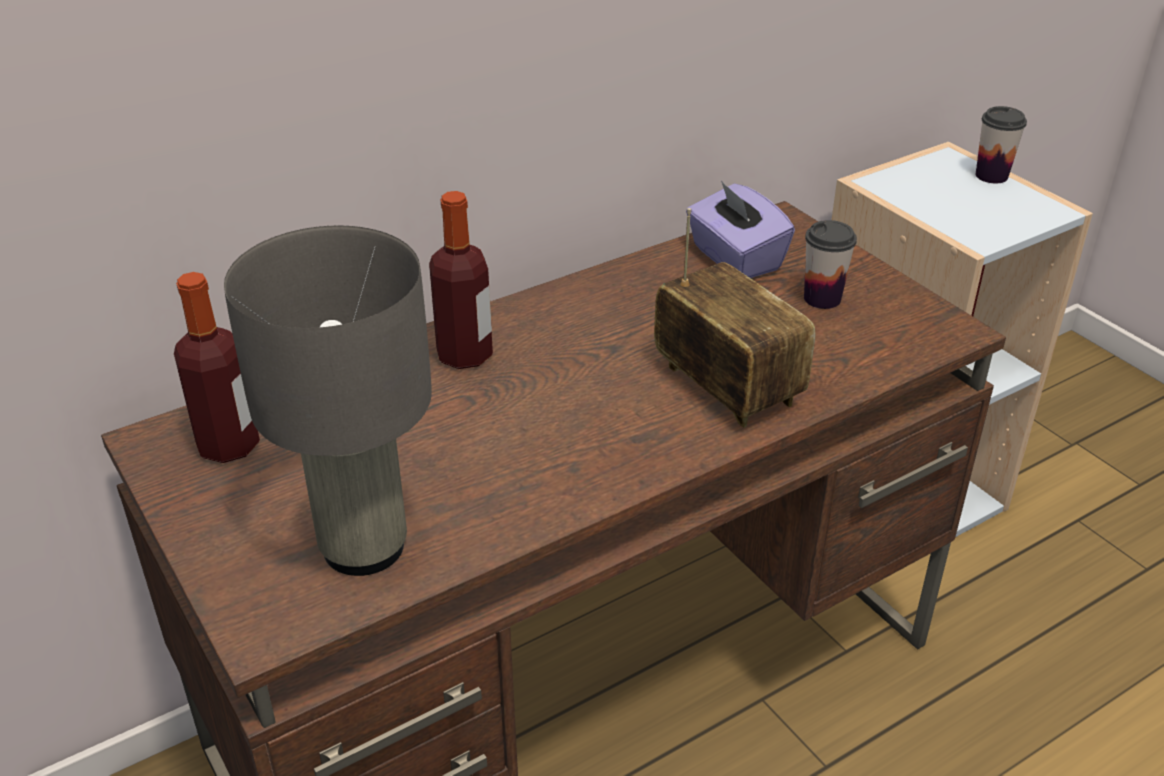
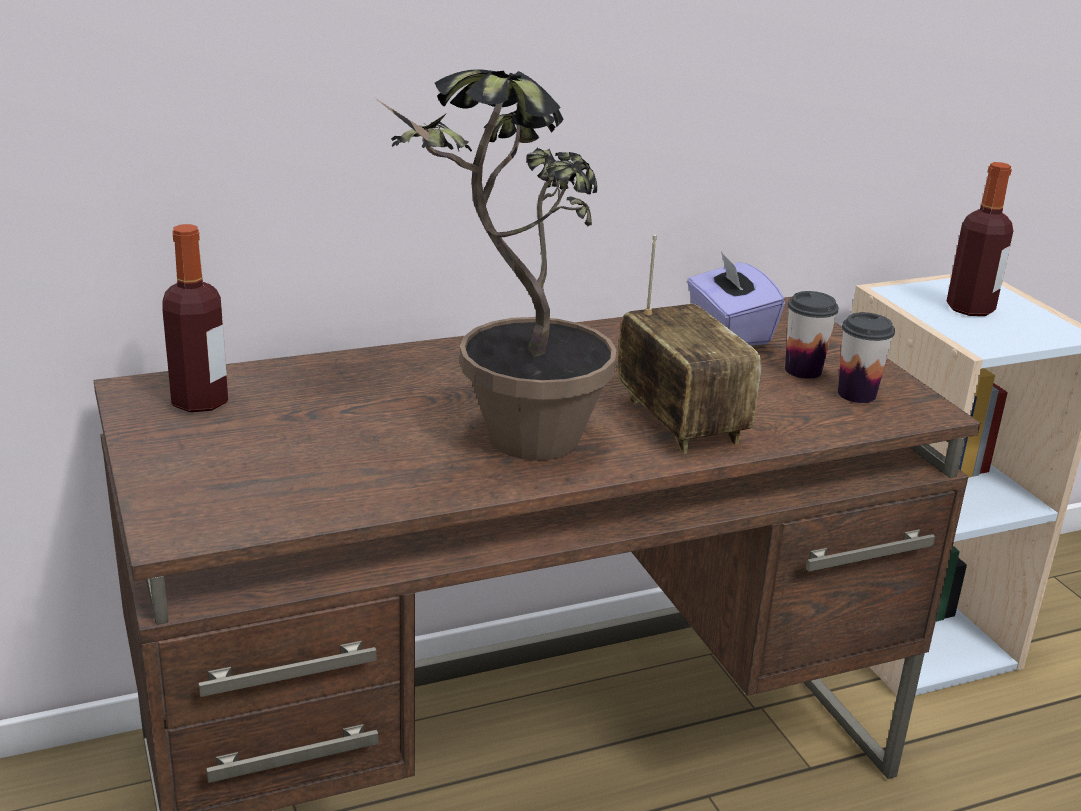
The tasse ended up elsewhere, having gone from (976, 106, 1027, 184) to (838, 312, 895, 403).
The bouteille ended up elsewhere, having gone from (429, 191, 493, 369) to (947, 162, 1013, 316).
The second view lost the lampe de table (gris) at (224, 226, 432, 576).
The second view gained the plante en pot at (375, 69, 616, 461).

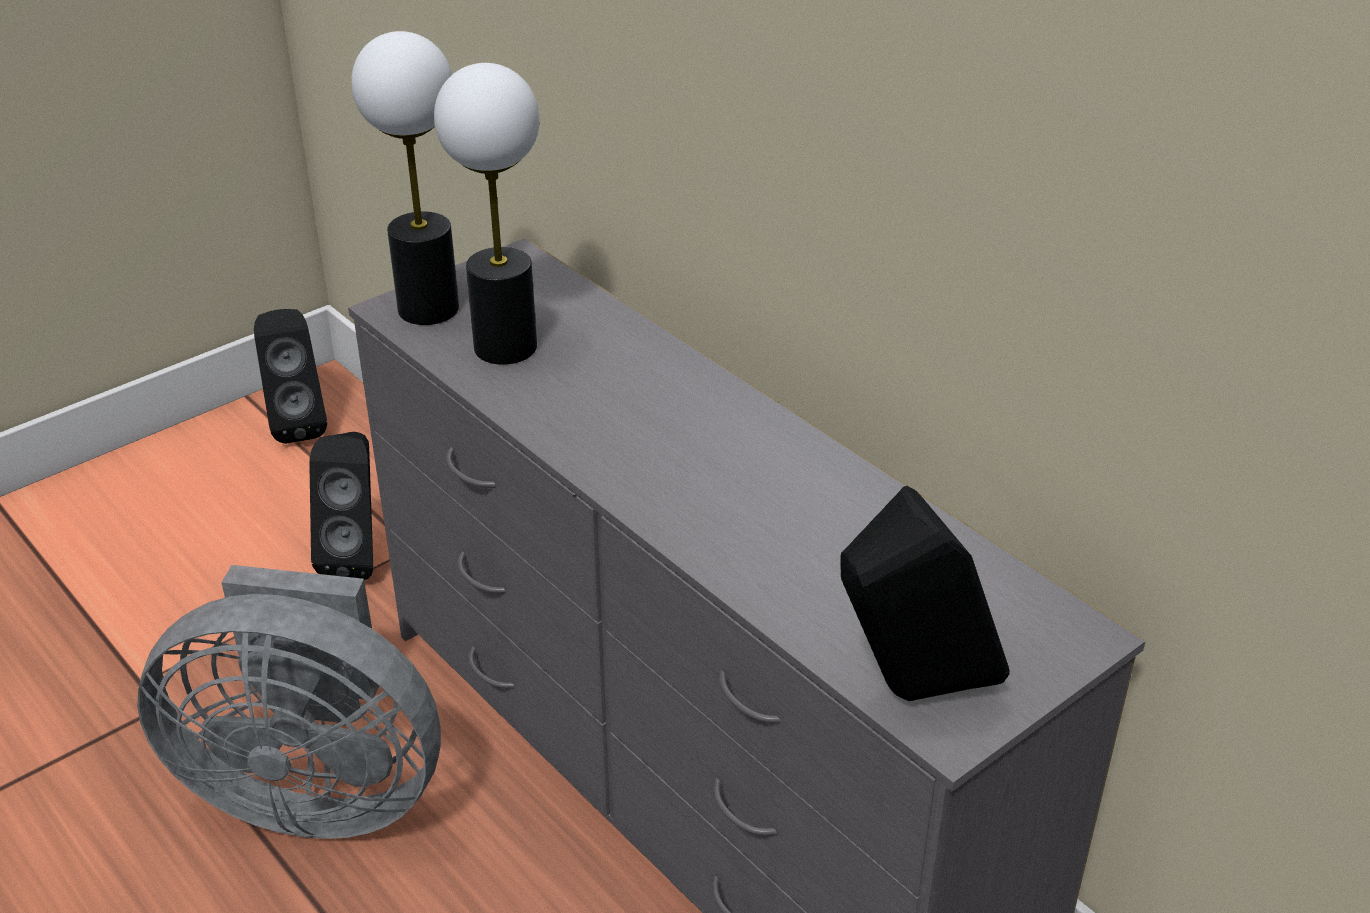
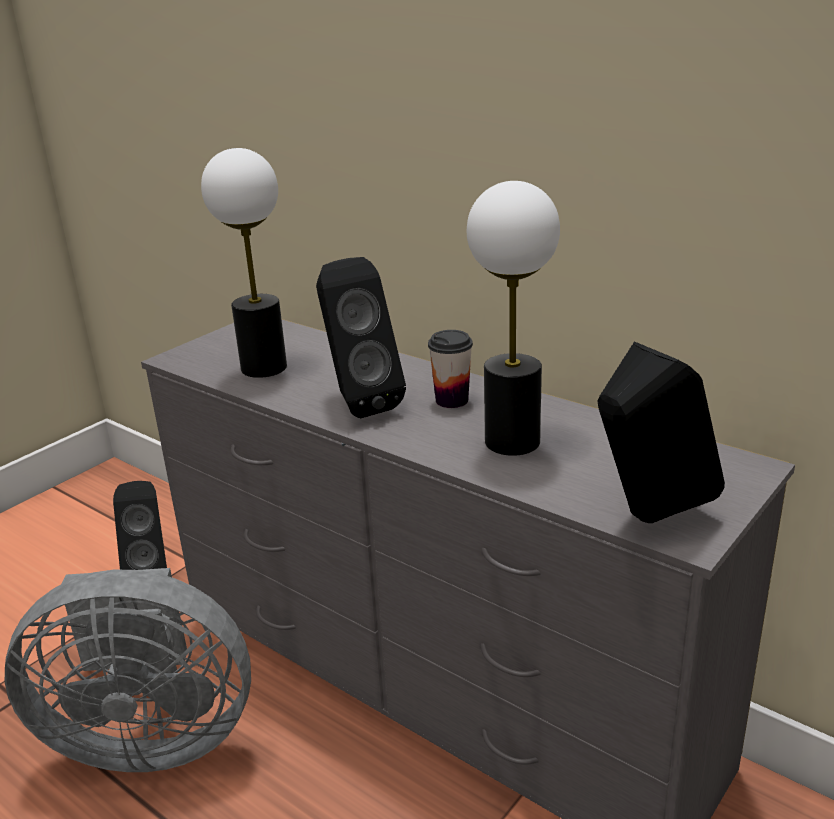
The lampe de table ended up elsewhere, having gone from (351, 31, 459, 325) to (467, 181, 560, 456).
The enceinte (noir) ended up elsewhere, having gone from (254, 309, 327, 444) to (316, 257, 406, 418).
The second view gained the tasse at (428, 330, 473, 408).

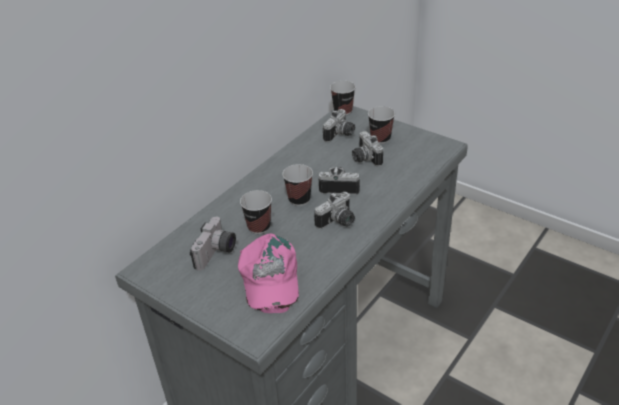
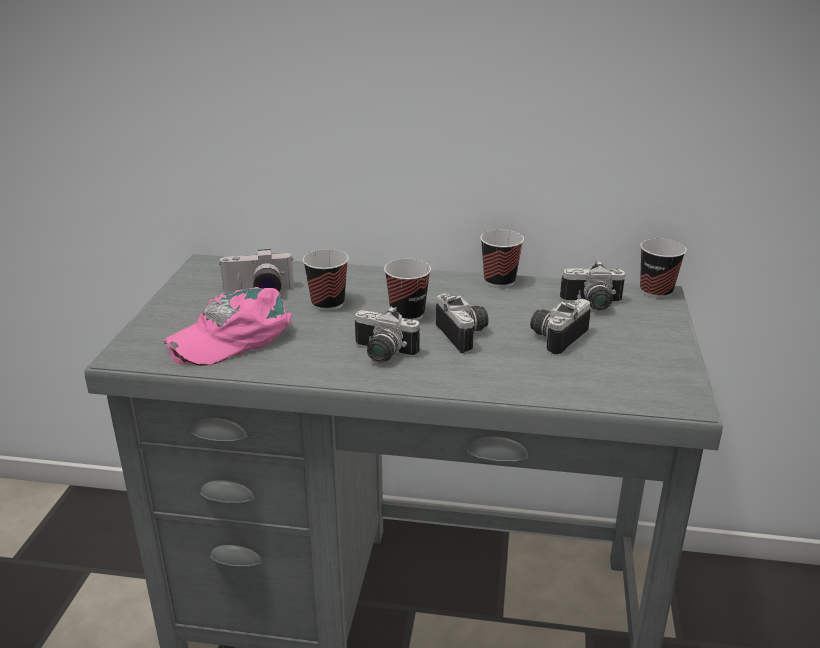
The tasse ended up elsewhere, having gone from (368, 106, 395, 144) to (480, 230, 524, 288).

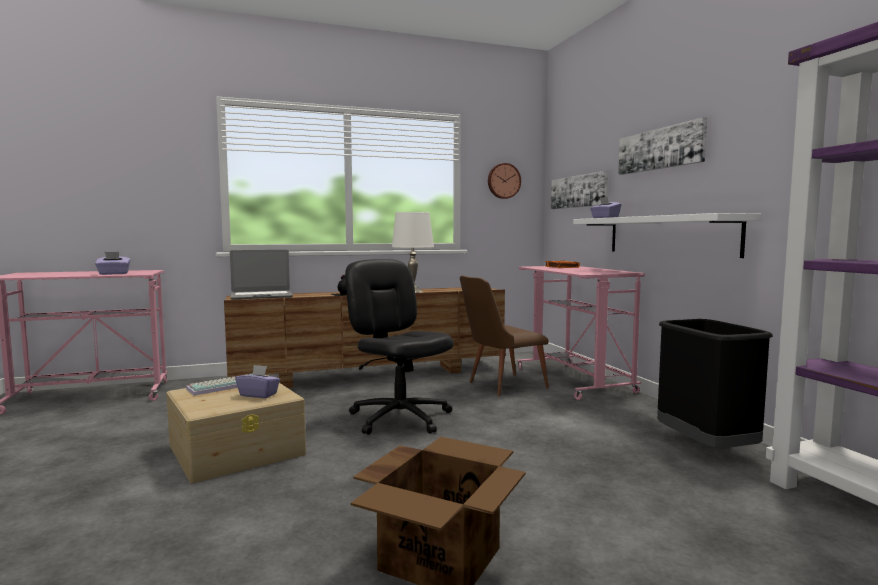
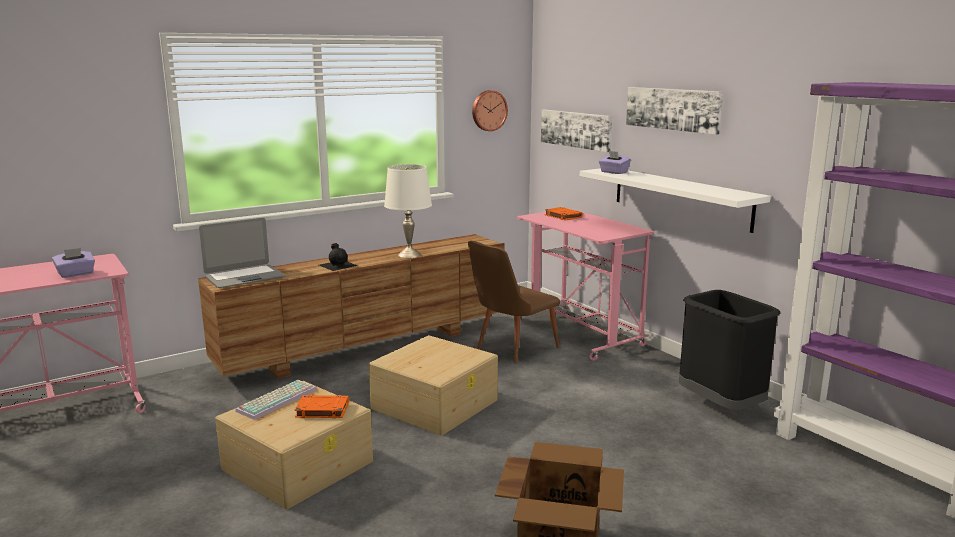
Where the chaise de bureau (noir) stood at (345, 259, 454, 435), the boîte de rangement (beige) came to stand at (368, 335, 498, 436).
Where the boîte à mouchoirs (violet) stood at (235, 365, 280, 398), the livre (orange) came to stand at (295, 395, 349, 418).

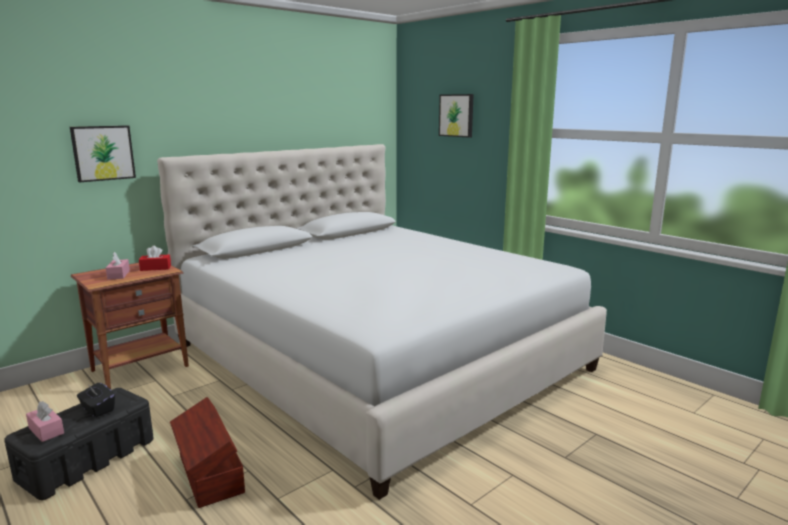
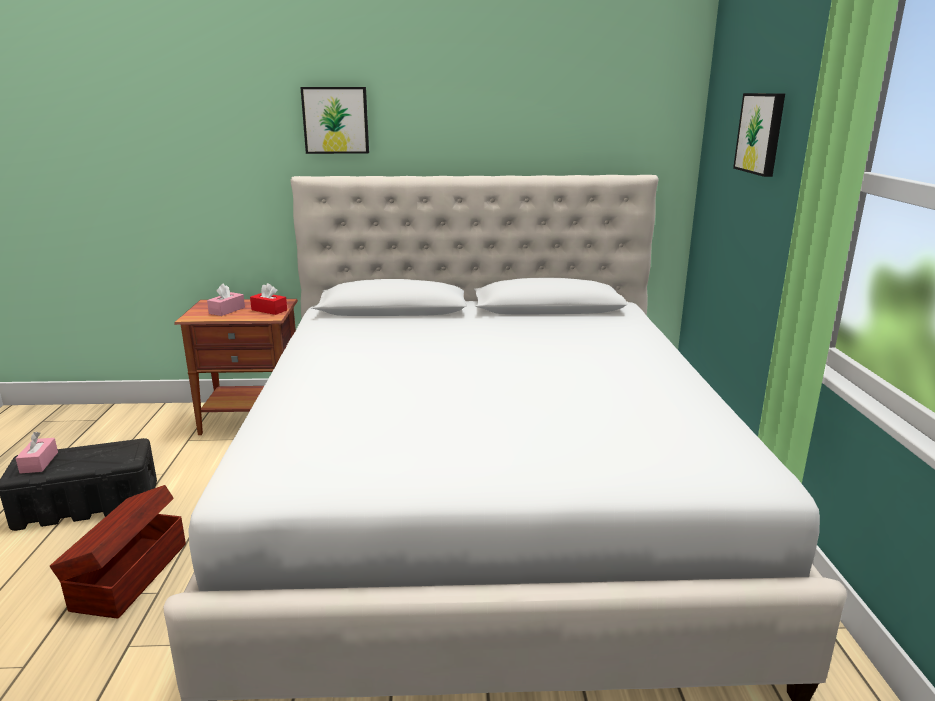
The tableau ended up elsewhere, having gone from (70, 125, 136, 182) to (300, 87, 369, 154).
The second view lost the boîte à mouchoirs (noir) at (77, 383, 115, 417).

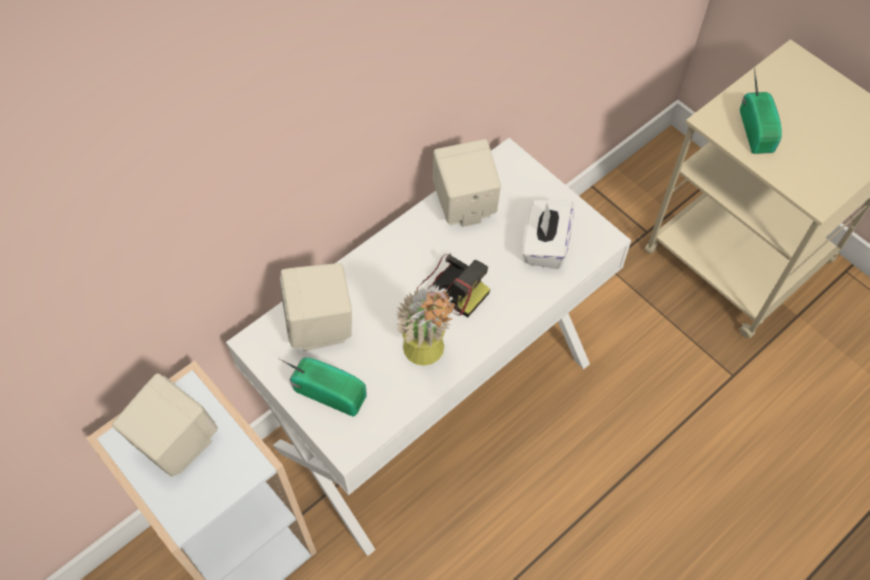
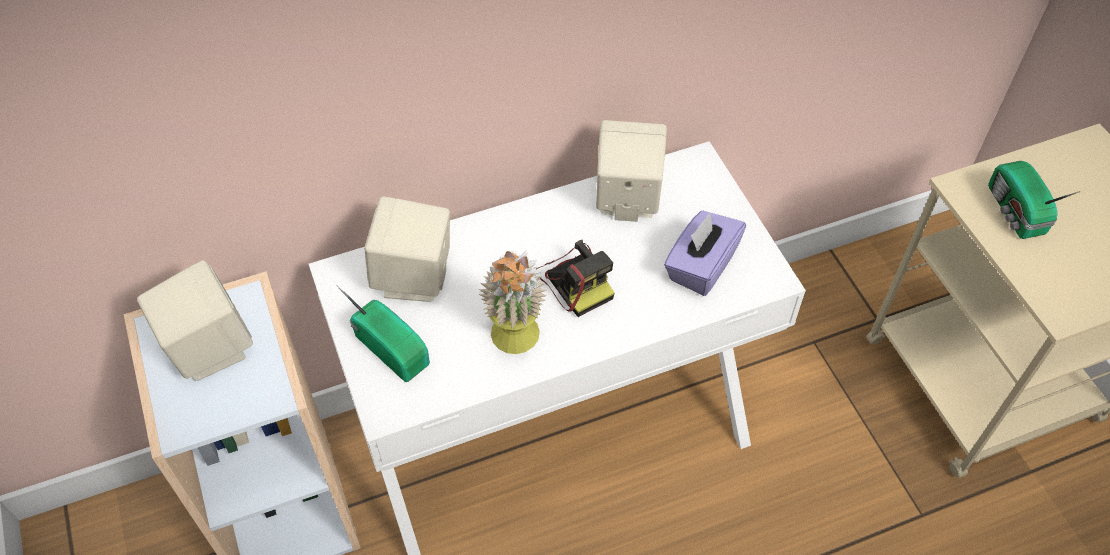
The radio at (740, 65, 782, 154) ended up facing another way, 150 degrees clockwise from before.
What was the boîte à mouchoirs (blanc) at (523, 200, 574, 269) turned into the boîte à mouchoirs (violet) at (664, 211, 746, 296).

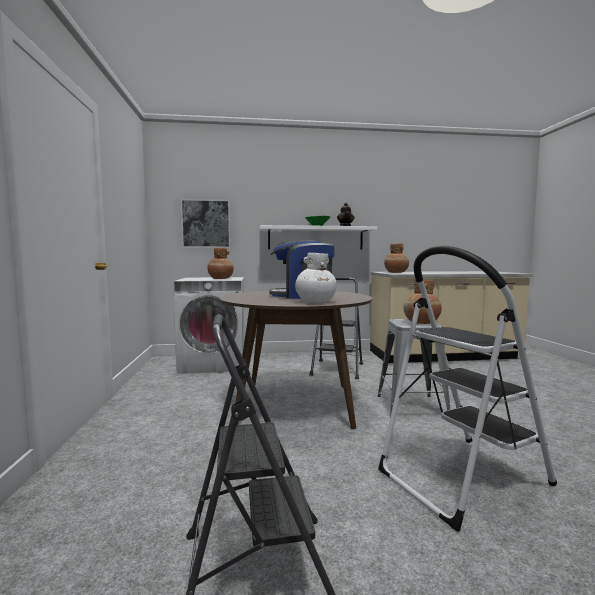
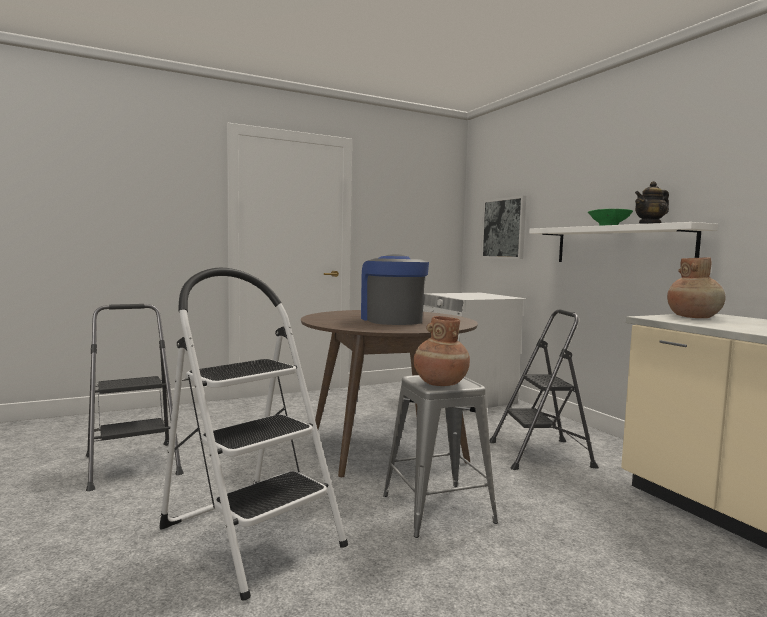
The second view lost the vase (marron) at (207, 248, 234, 279).
The second view lost the vase (blanc) at (295, 253, 337, 303).

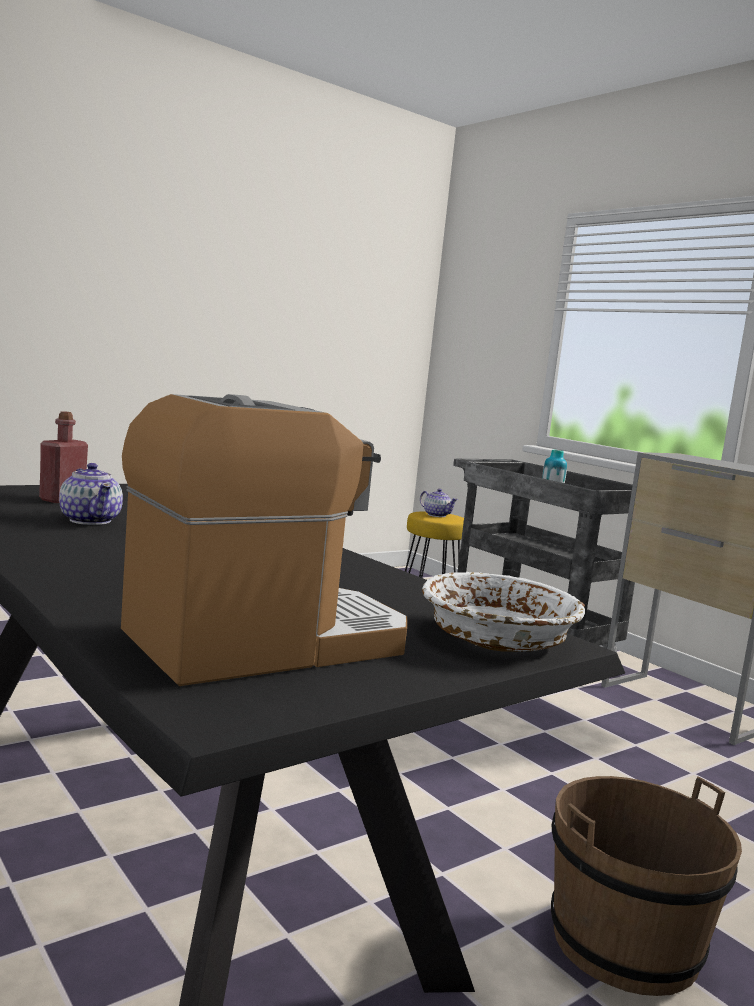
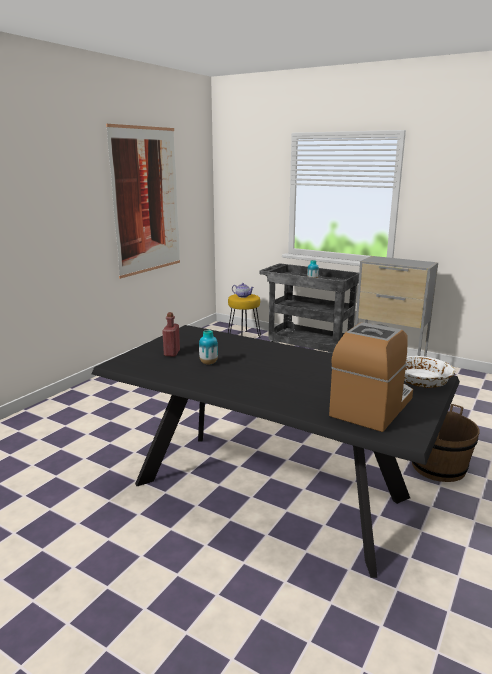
Where the théière stood at (59, 463, 123, 525), the vase came to stand at (199, 330, 218, 364).
The second view gained the tableau at (106, 124, 180, 279).

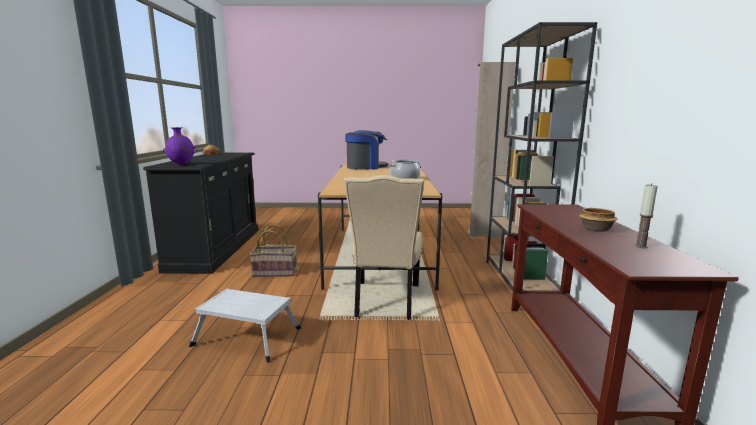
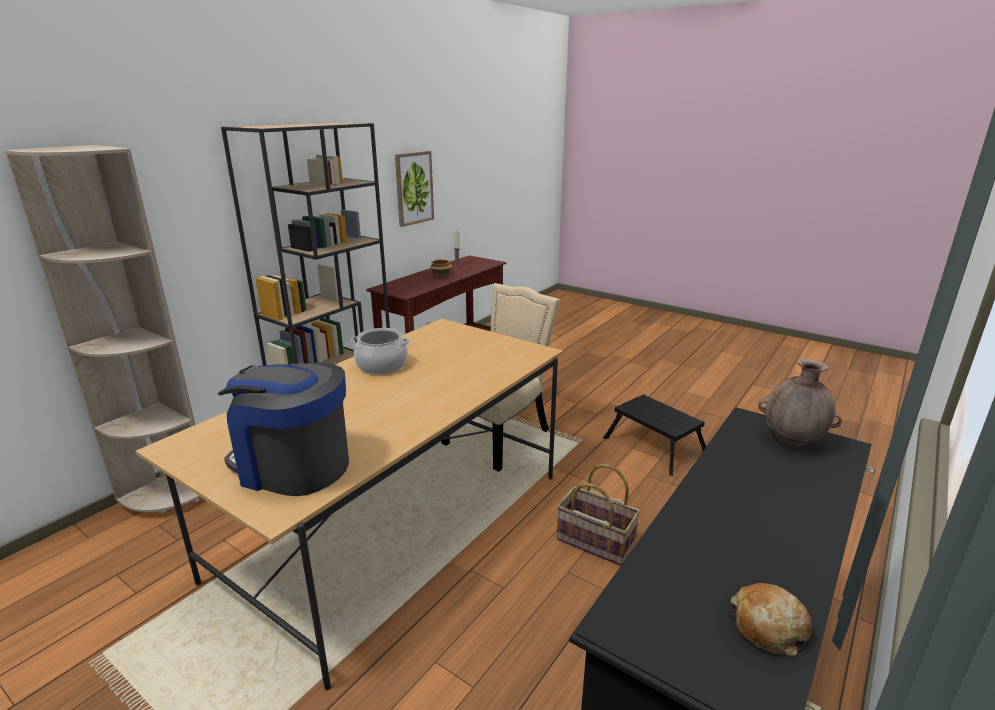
What was the vase (violet) at (163, 127, 197, 165) turned into the vase (marron) at (758, 359, 842, 447).
What was the escabeau (blanc) at (189, 288, 301, 363) turned into the escabeau (noir) at (603, 394, 706, 476).
The second view gained the tableau at (395, 151, 434, 227).

